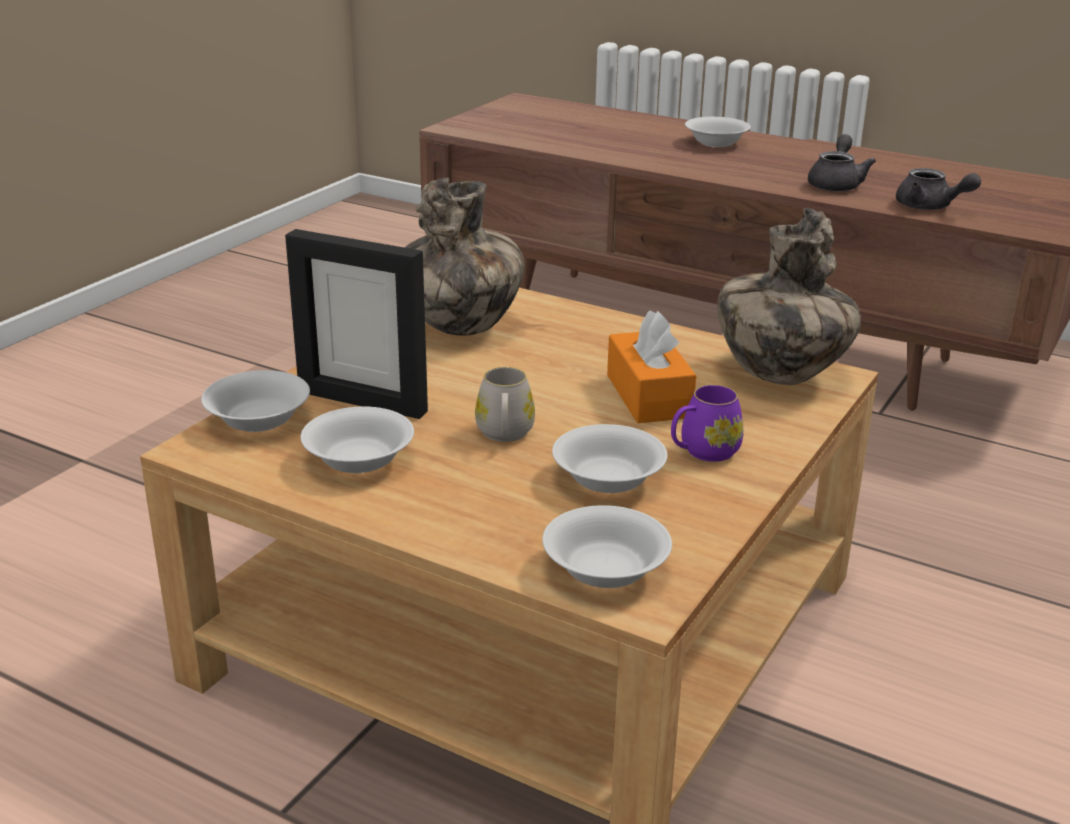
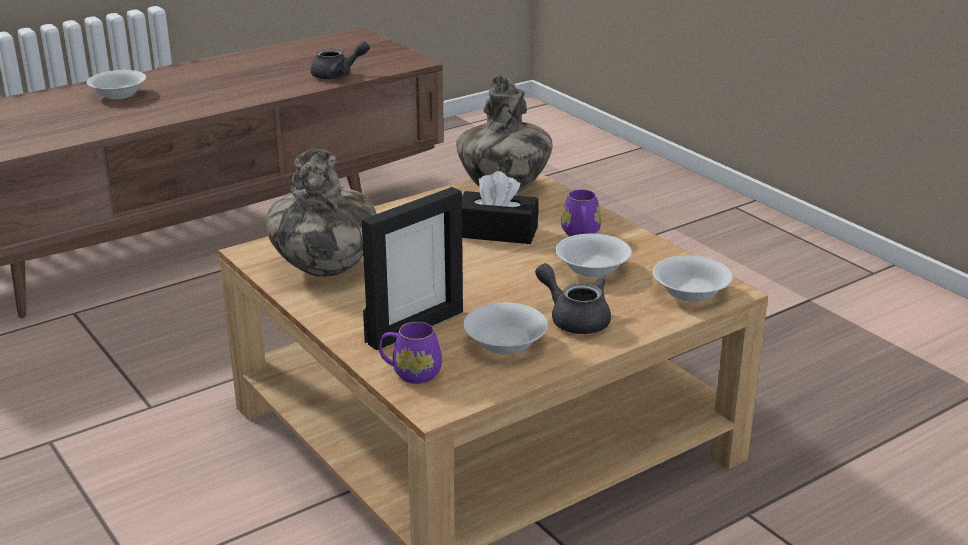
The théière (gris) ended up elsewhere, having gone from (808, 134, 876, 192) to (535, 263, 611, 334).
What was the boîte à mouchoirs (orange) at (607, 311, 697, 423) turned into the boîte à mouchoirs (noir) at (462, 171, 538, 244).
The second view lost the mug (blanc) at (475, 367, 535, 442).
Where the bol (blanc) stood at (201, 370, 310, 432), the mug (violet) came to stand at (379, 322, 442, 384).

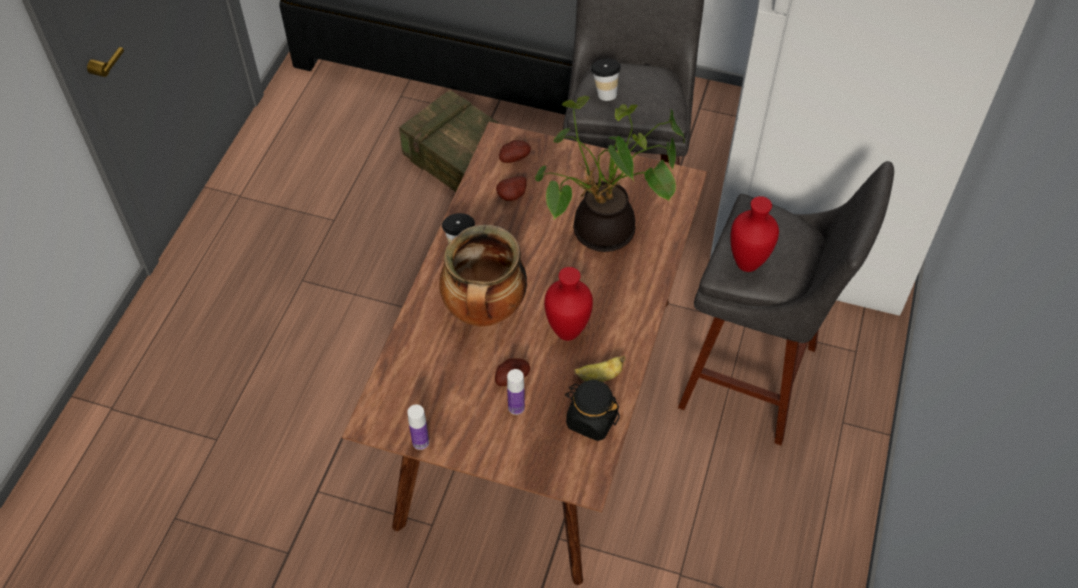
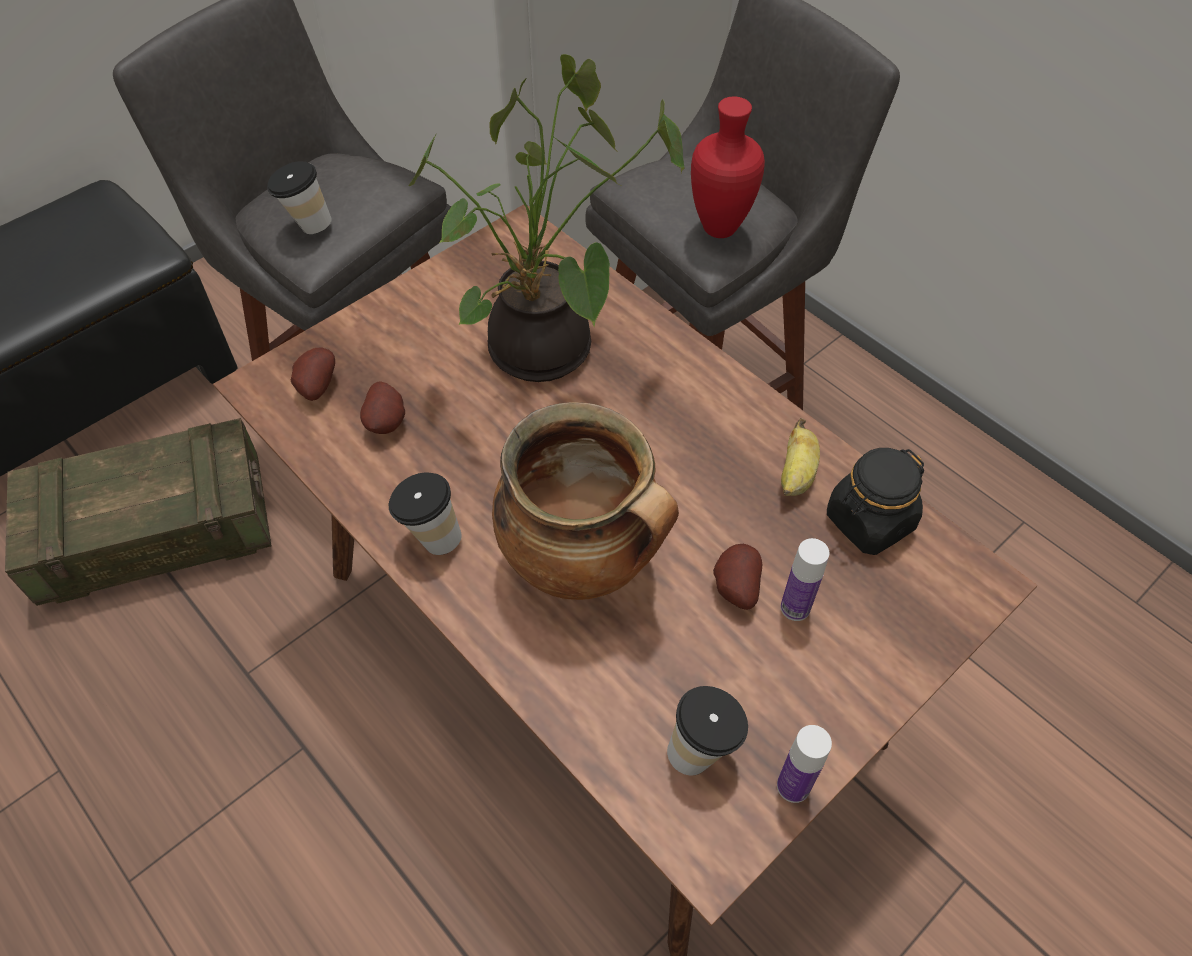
The second view lost the vase (rouge) at (544, 267, 593, 341).
The second view gained the tasse at (667, 686, 748, 776).

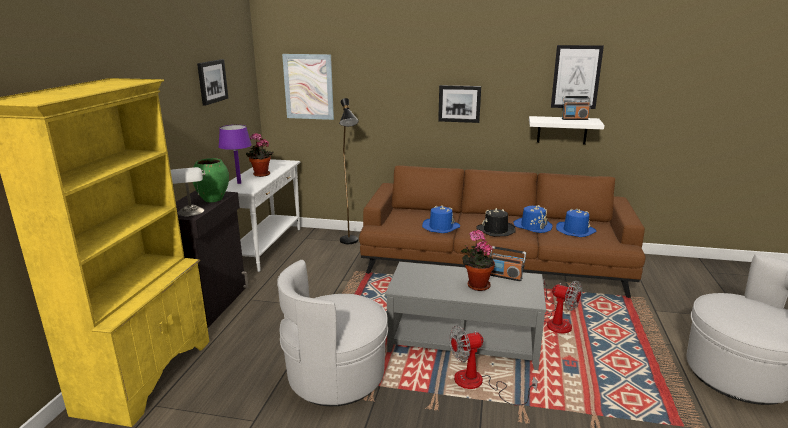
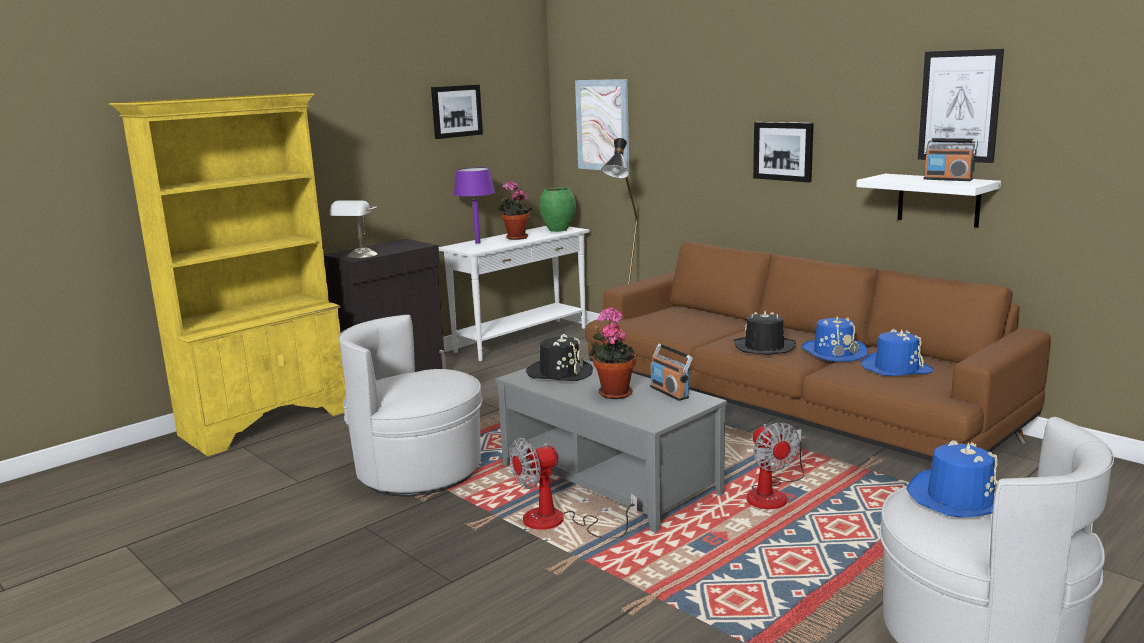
The vase (vert) ended up elsewhere, having gone from (193, 158, 229, 202) to (539, 187, 576, 232).
The chapeau (bleu) ended up elsewhere, having gone from (422, 205, 460, 233) to (907, 440, 998, 517).
The ventilateur at (449, 325, 538, 406) ended up facing another way, 45 degrees counterclockwise from before.
The second view gained the chapeau (noir) at (526, 334, 593, 381).

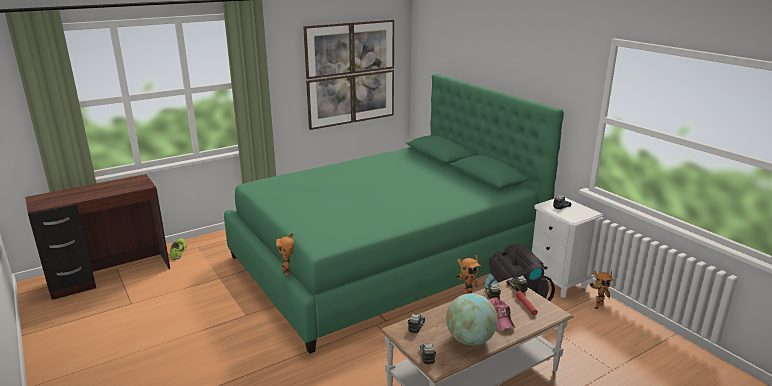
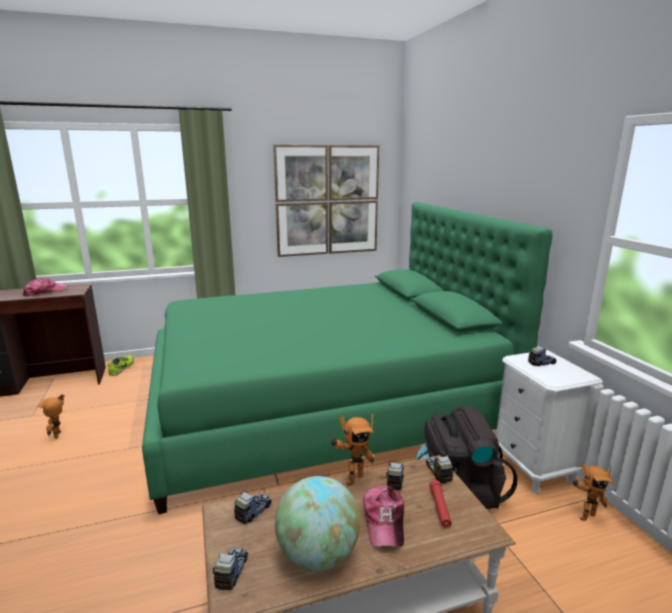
The robot jouet ended up elsewhere, having gone from (276, 233, 295, 276) to (37, 394, 65, 439).
The second view gained the casquette at (23, 278, 67, 296).

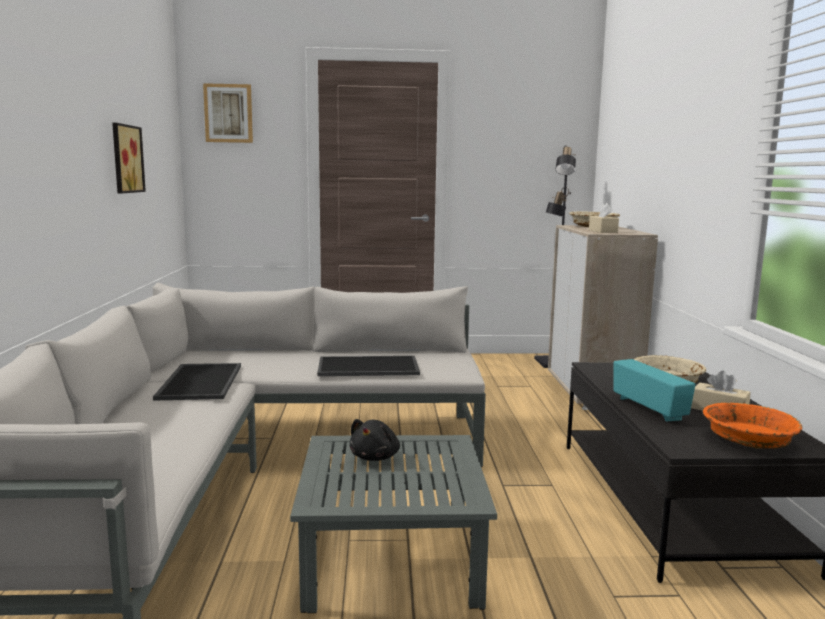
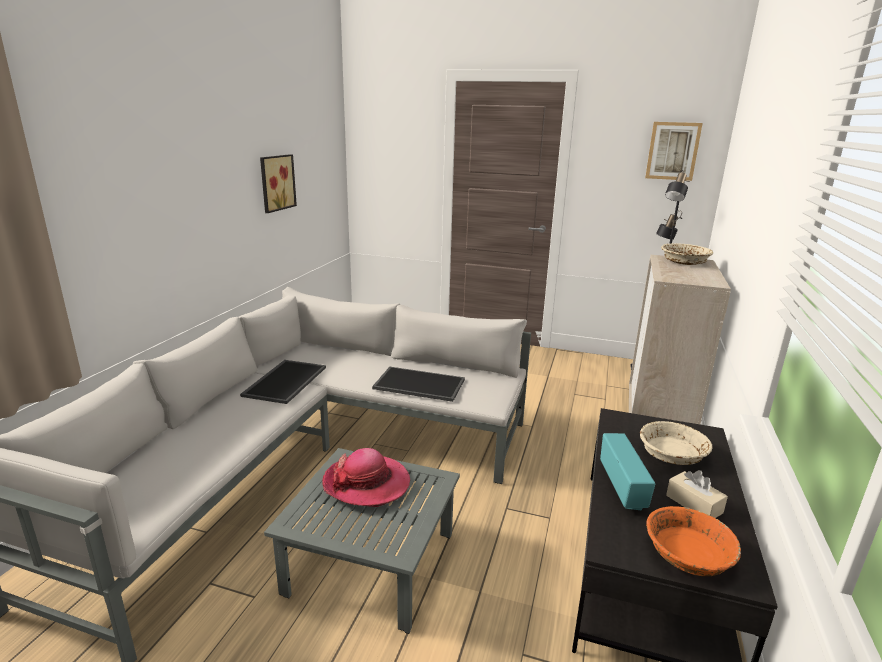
The tableau ended up elsewhere, having gone from (203, 83, 253, 143) to (645, 122, 703, 181).
The second view lost the boîte à mouchoirs (beige) at (589, 203, 619, 233).
Where the peluche (noir) stood at (350, 419, 400, 461), the chapeau came to stand at (322, 448, 410, 507).

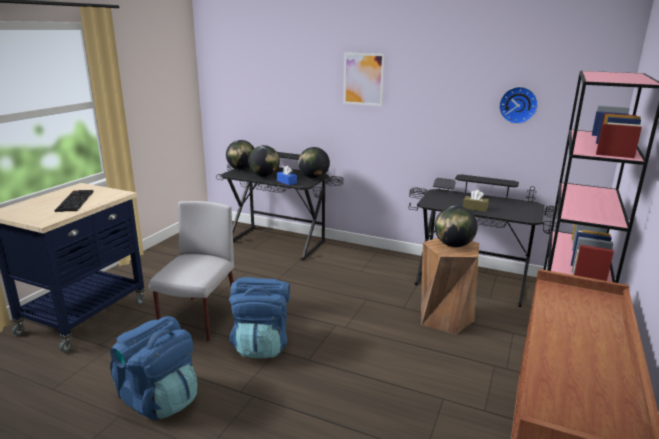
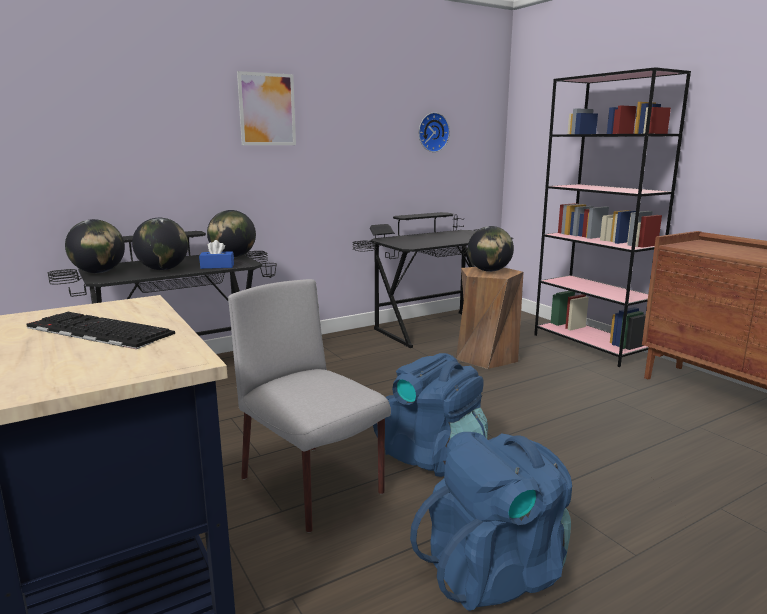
The second view lost the boîte à mouchoirs (marron) at (463, 190, 489, 212).

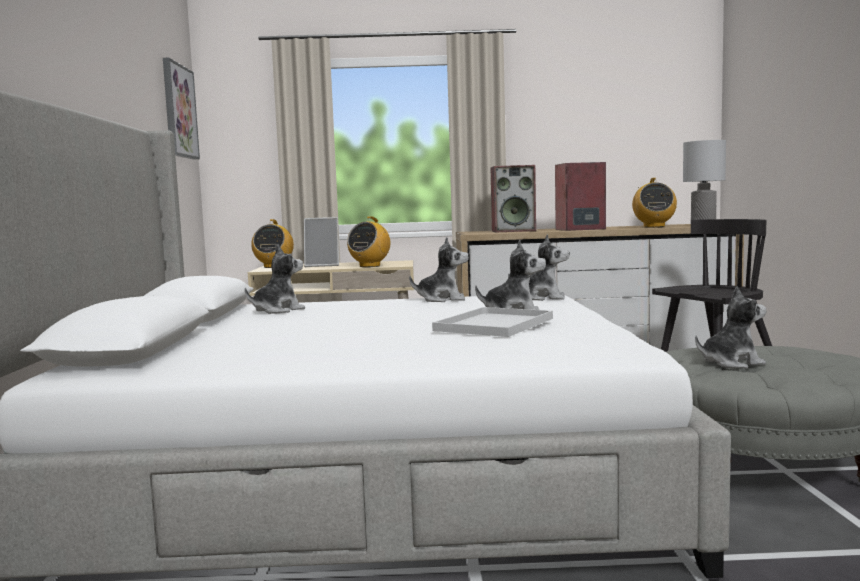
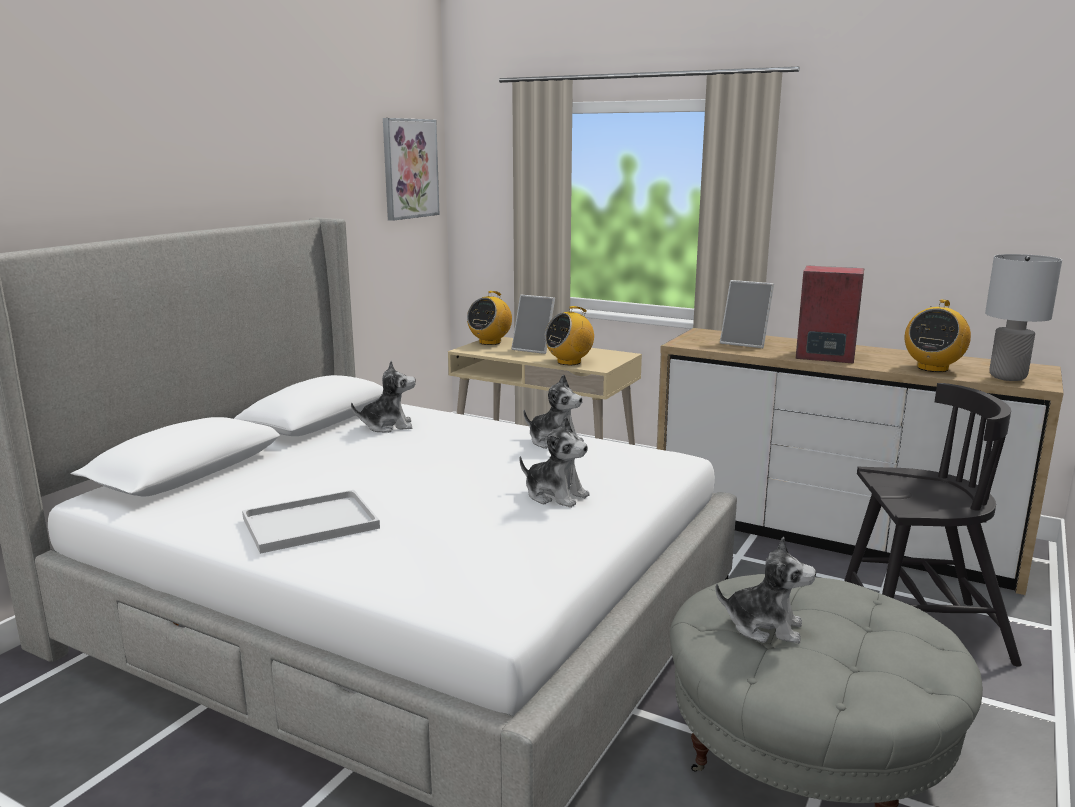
Where the enceinte stood at (491, 165, 536, 233), the cadre photo came to stand at (720, 280, 774, 348).
The second view lost the peluche at (508, 234, 570, 301).
The plateau (blanc) ended up elsewhere, having gone from (432, 307, 553, 337) to (242, 490, 380, 554).

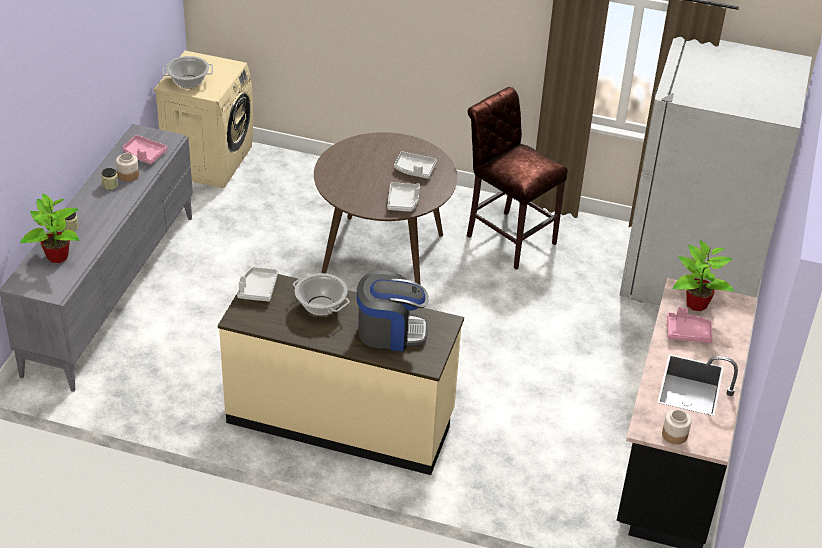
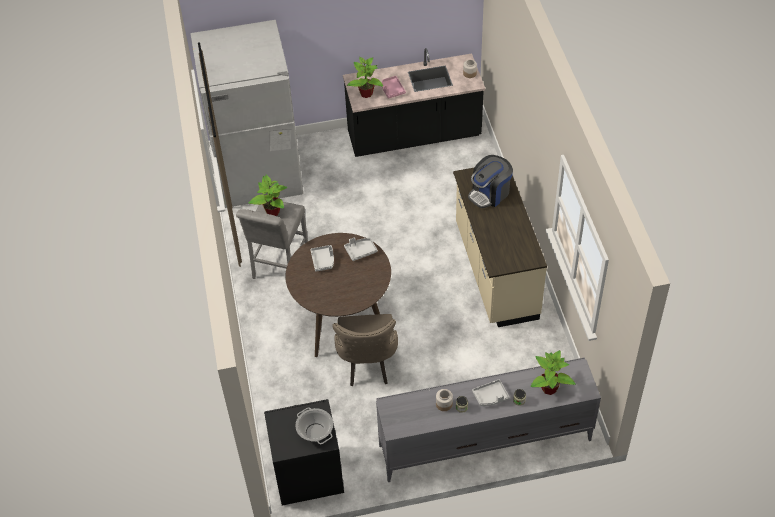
What was the lave-linge (beige) at (154, 51, 253, 188) turned into the lave-linge (noir) at (264, 399, 344, 506).
What was the tabouret (marron) at (467, 87, 568, 270) turned into the tabouret (gris) at (236, 202, 308, 279).
The second view lost the plateau (rose) at (123, 135, 167, 164).
The plateau (gris) ended up elsewhere, having gone from (237, 267, 278, 301) to (472, 379, 510, 406).
The machine à café at (357, 270, 429, 351) ended up facing another way, 105 degrees counterclockwise from before.
The second view lost the marmite at (293, 273, 350, 315).
The second view gained the plante en pot at (249, 175, 287, 216).
The second view gained the chaise (beige) at (332, 314, 398, 386).

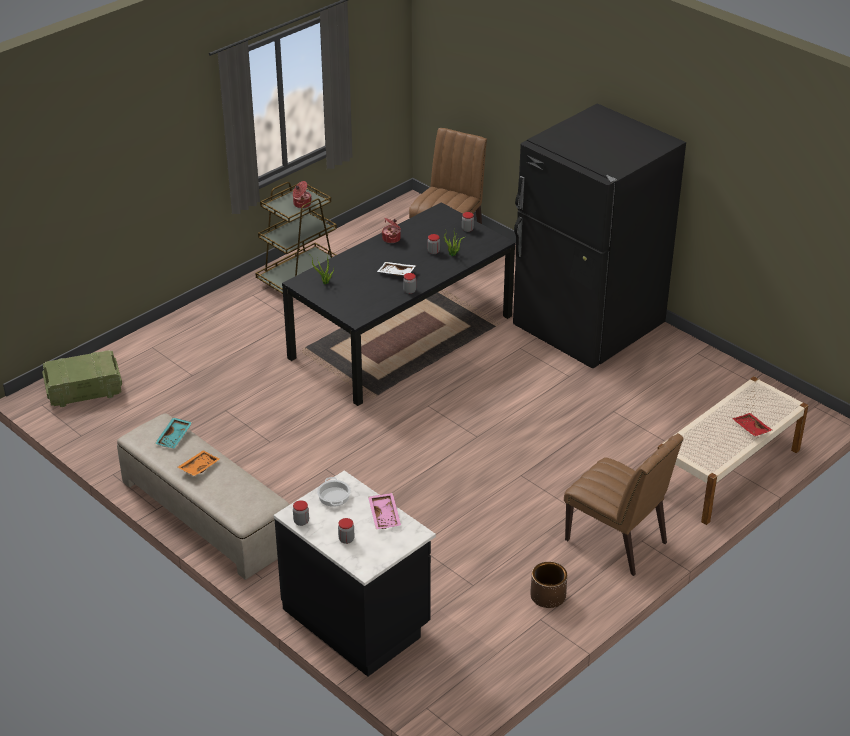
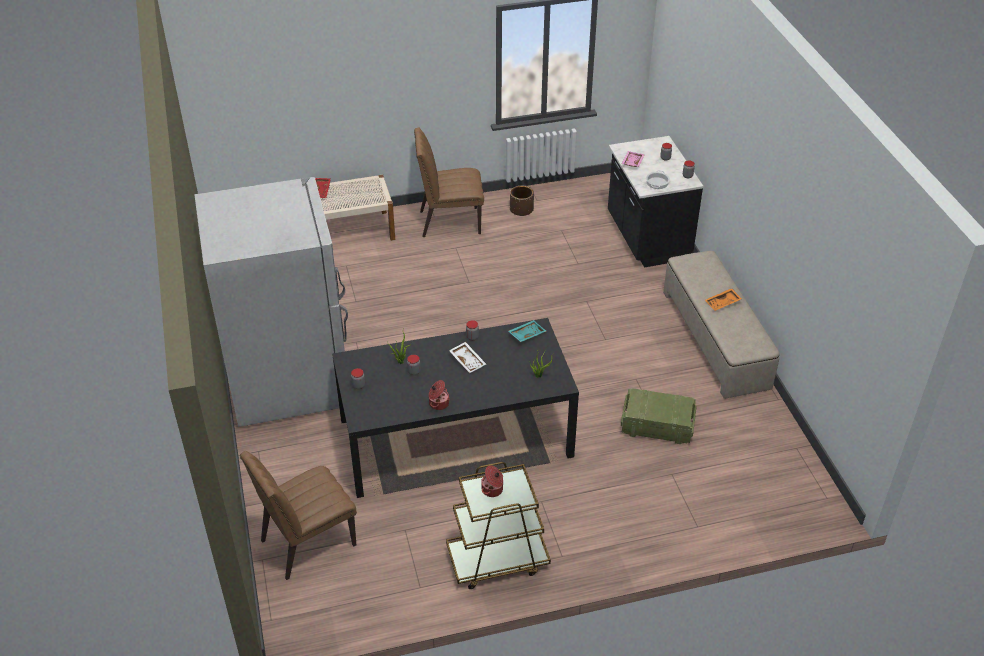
What was the réfrigérateur (noir) at (513, 103, 686, 368) turned into the réfrigérateur (blanc) at (194, 177, 348, 427).
The caisse ended up elsewhere, having gone from (42, 350, 122, 407) to (621, 388, 697, 444).
The plateau (turquoise) ended up elsewhere, having gone from (155, 418, 192, 448) to (508, 320, 546, 342).
The chaise (marron) at (564, 433, 684, 576) ended up facing another way, 75 degrees counterclockwise from before.

